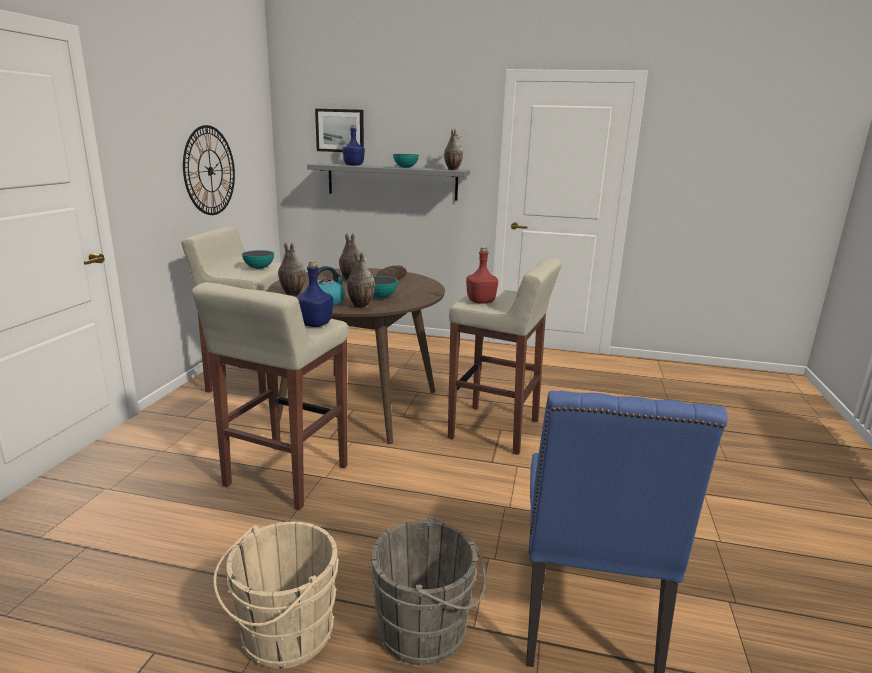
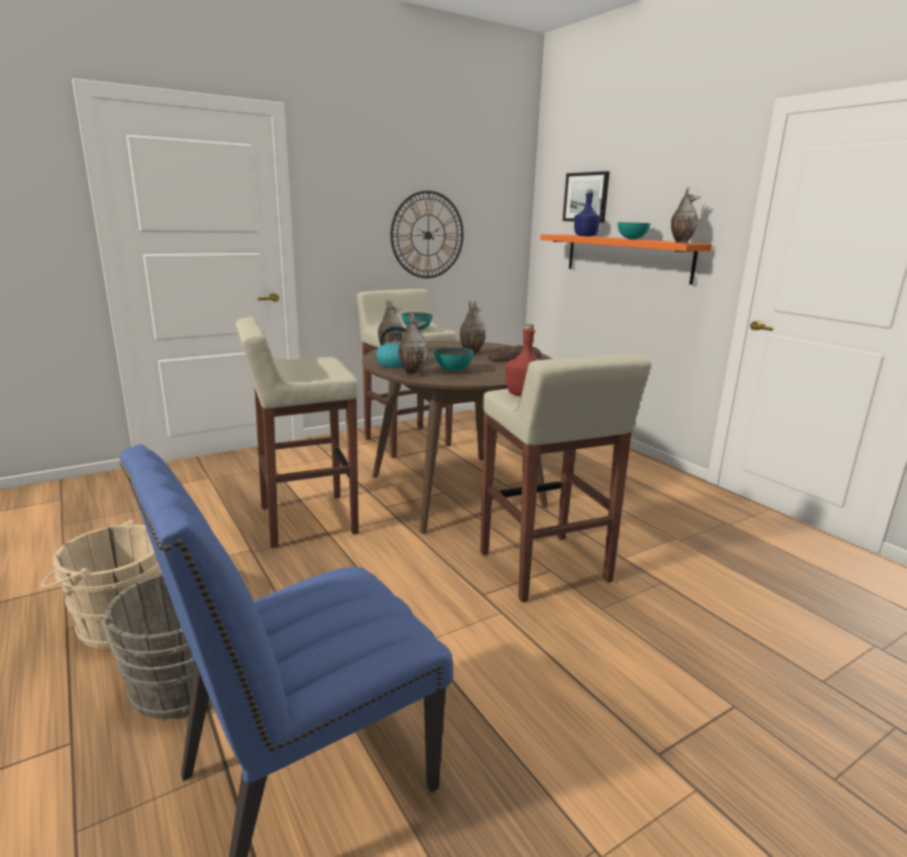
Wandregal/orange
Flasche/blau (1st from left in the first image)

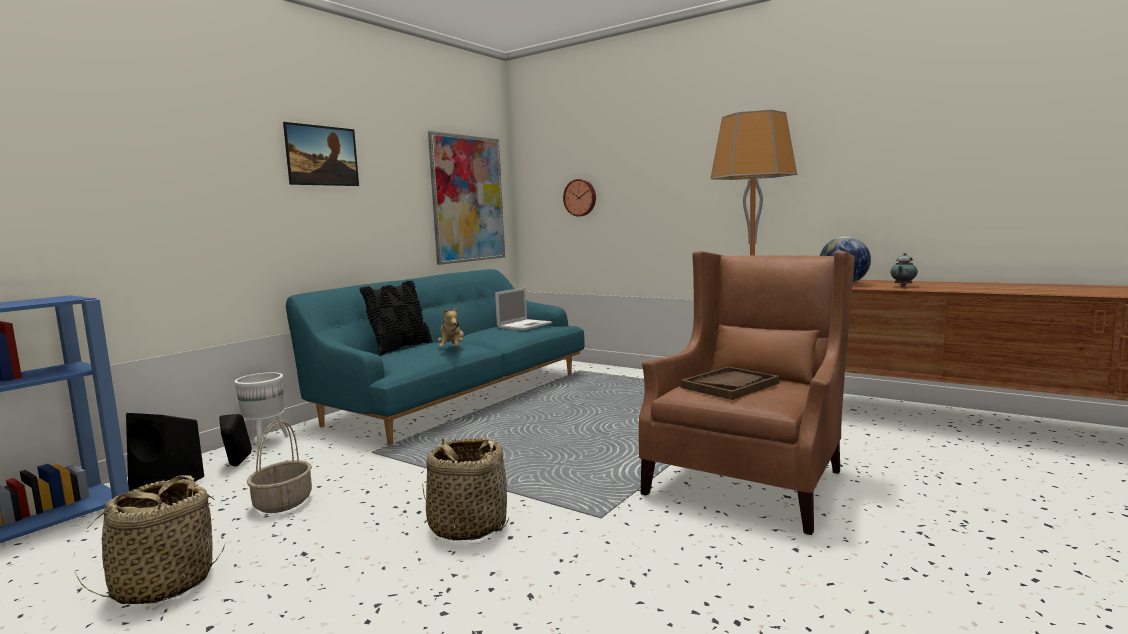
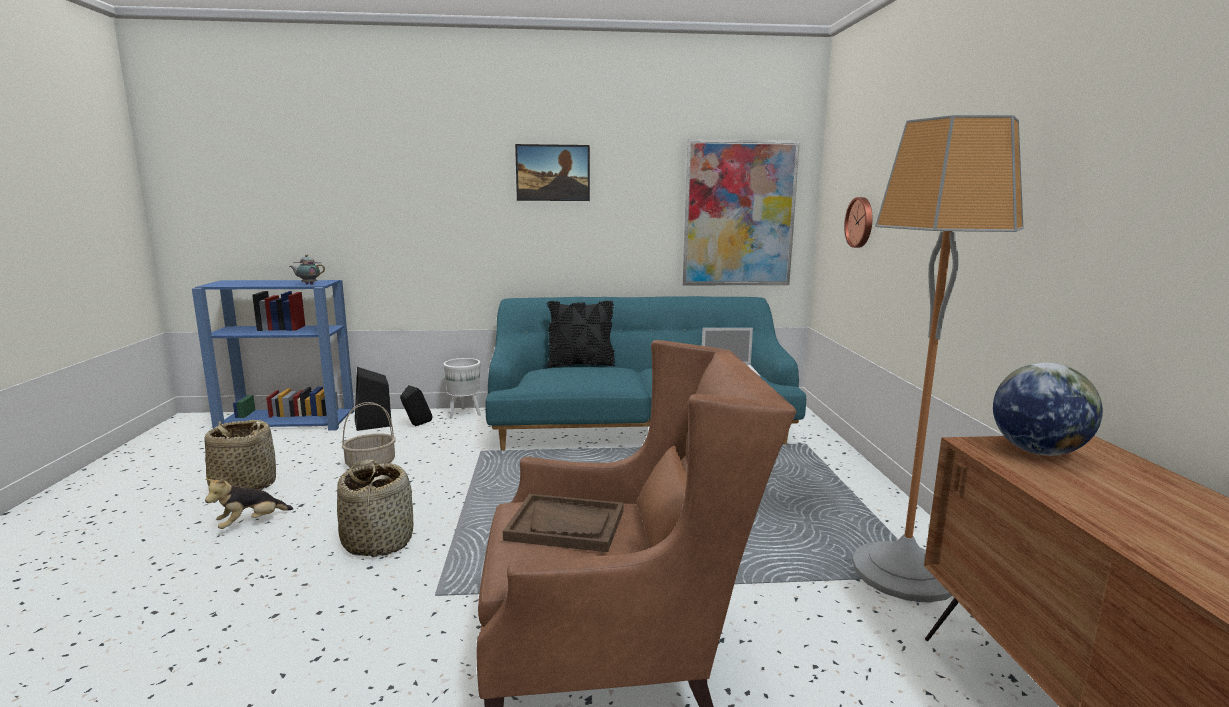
Plüschtier
Teekanne

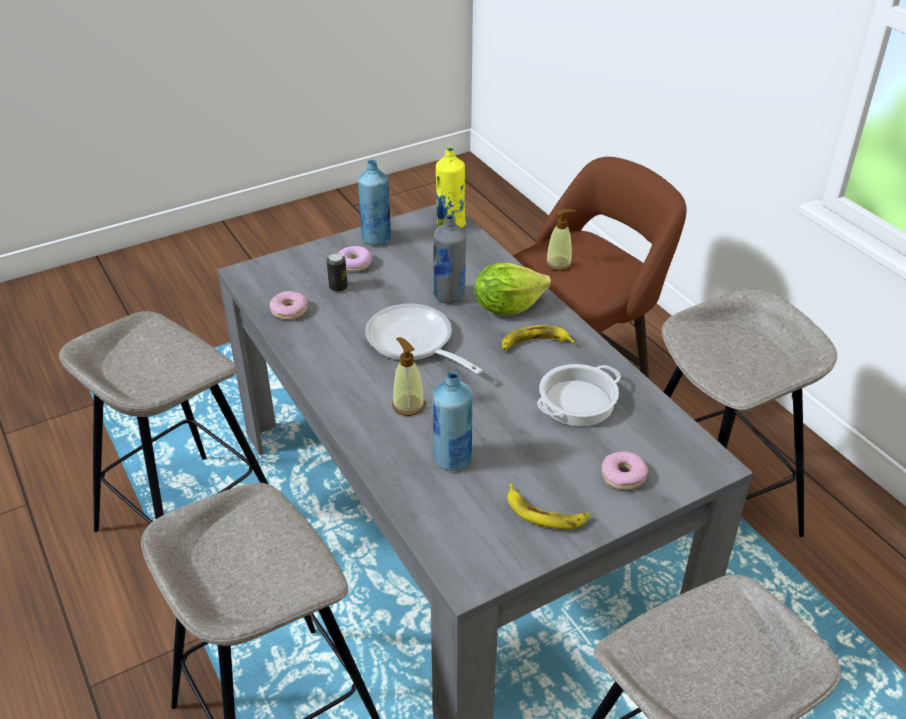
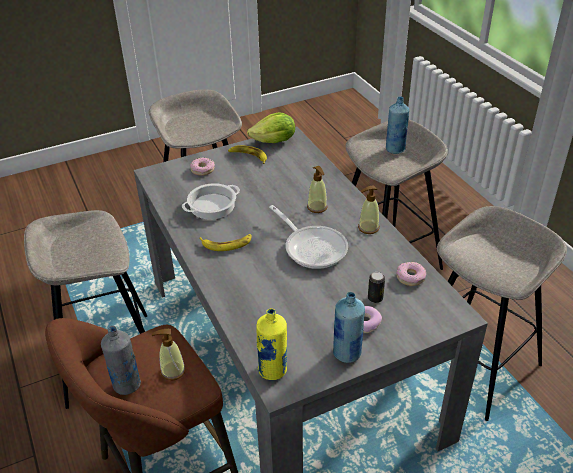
Flasche/grau
Salatkopf
Seifenspender (3rd from left)
Flasche/blau (2nd from left)

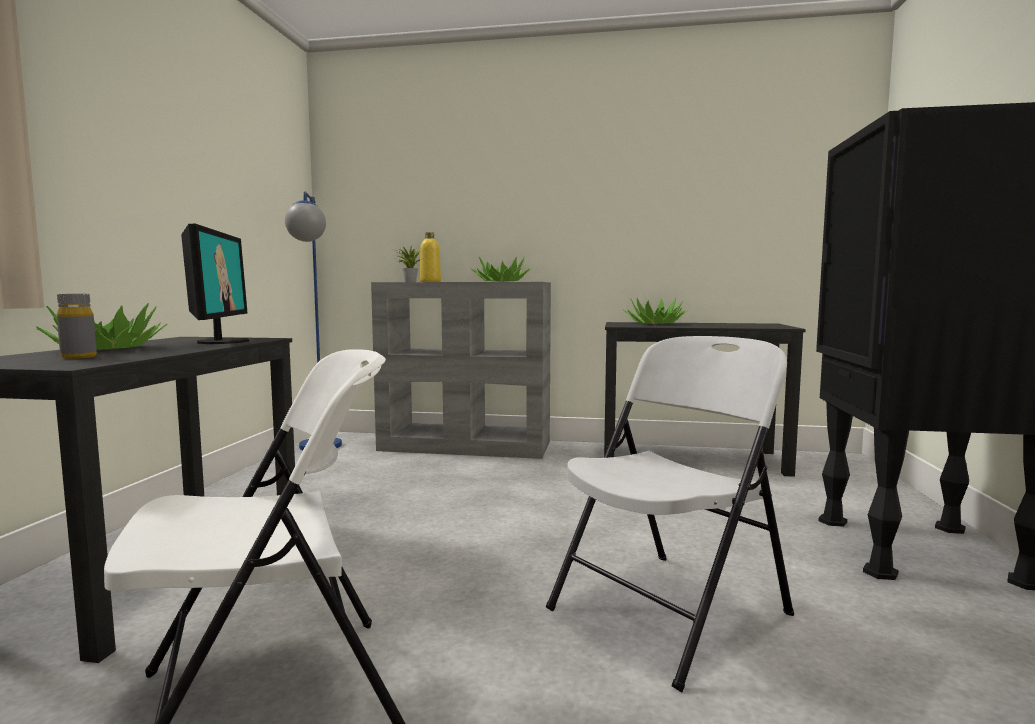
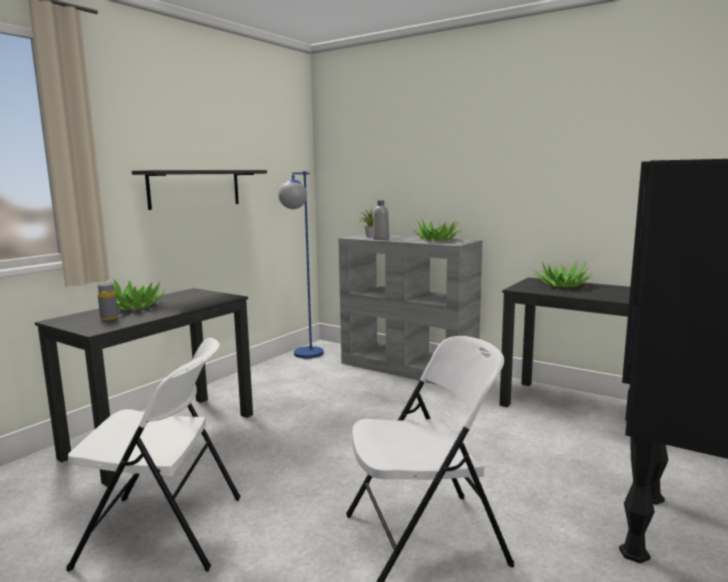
Wandregal
Flasche/grau (2nd from left)
Monitor

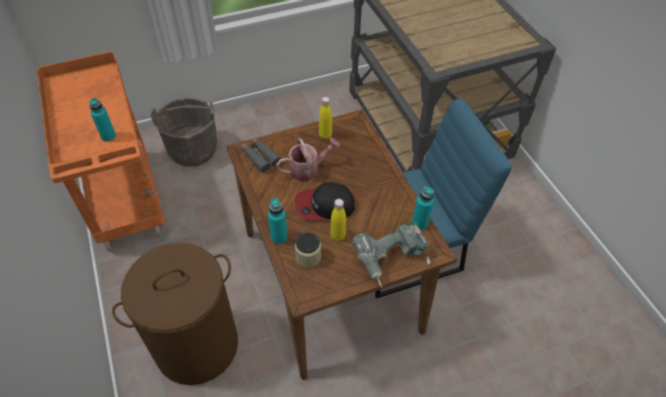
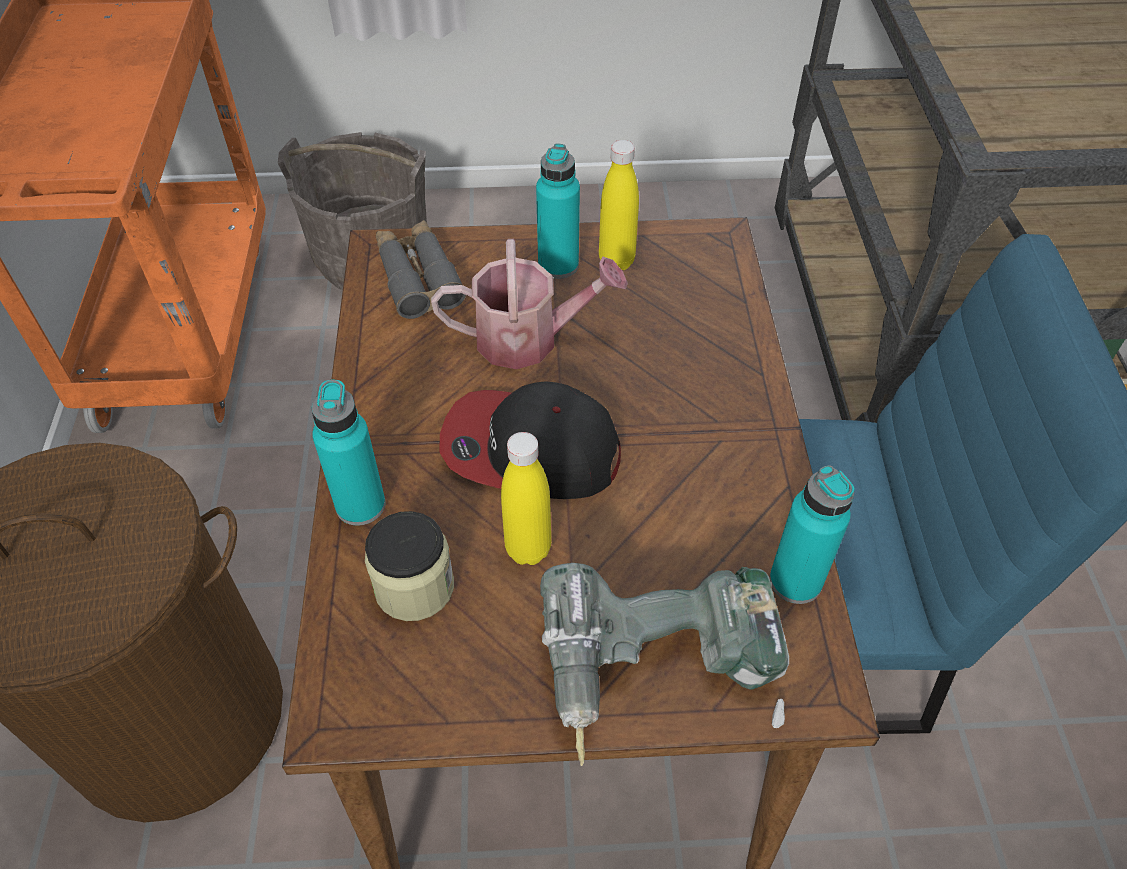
Flasche/türkis (2nd from left)

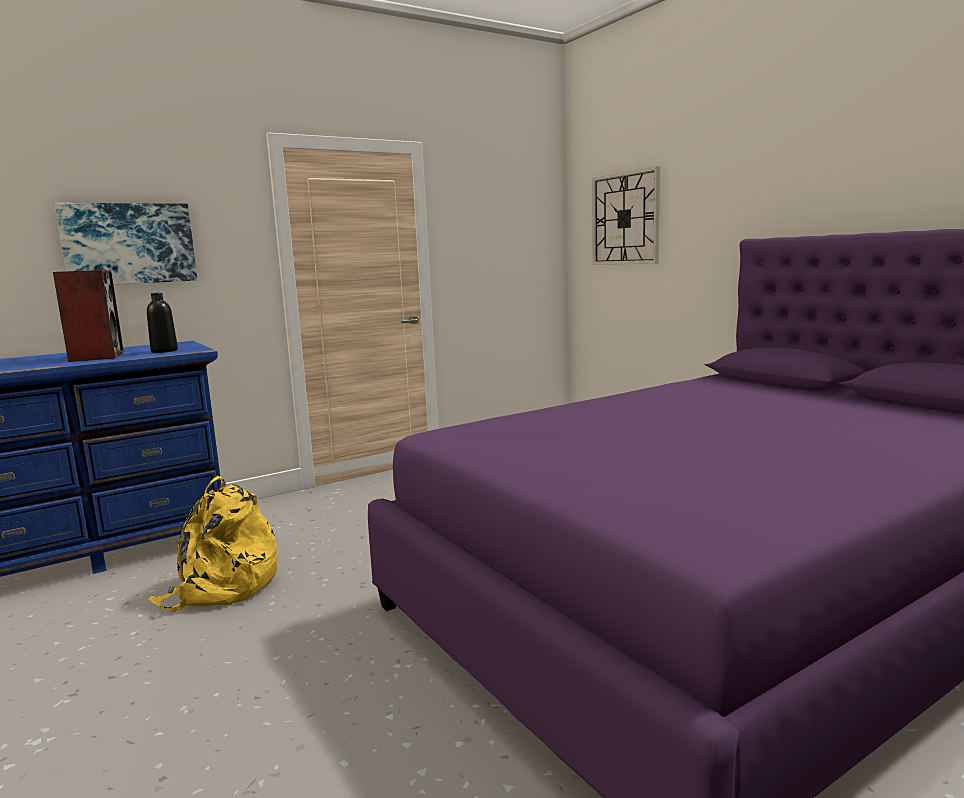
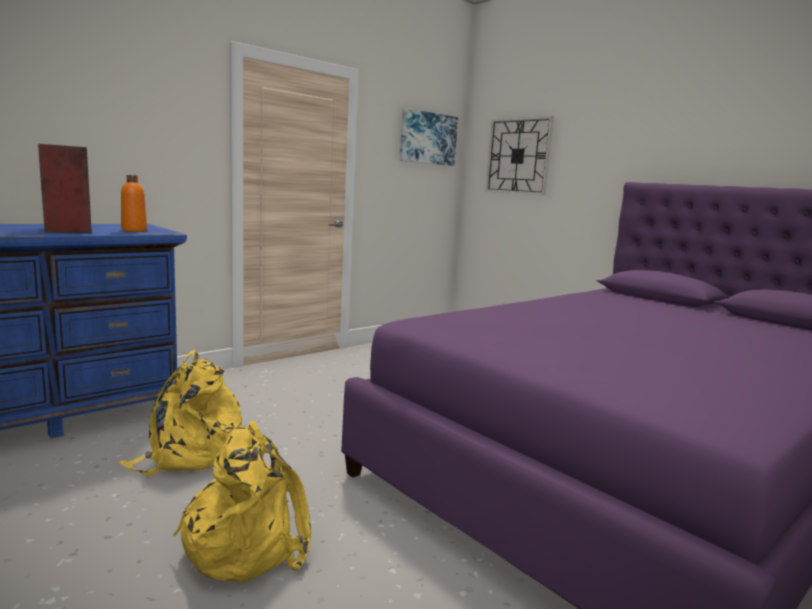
Flasche/orange
Rucksack/gelb (2nd from left)
Bild

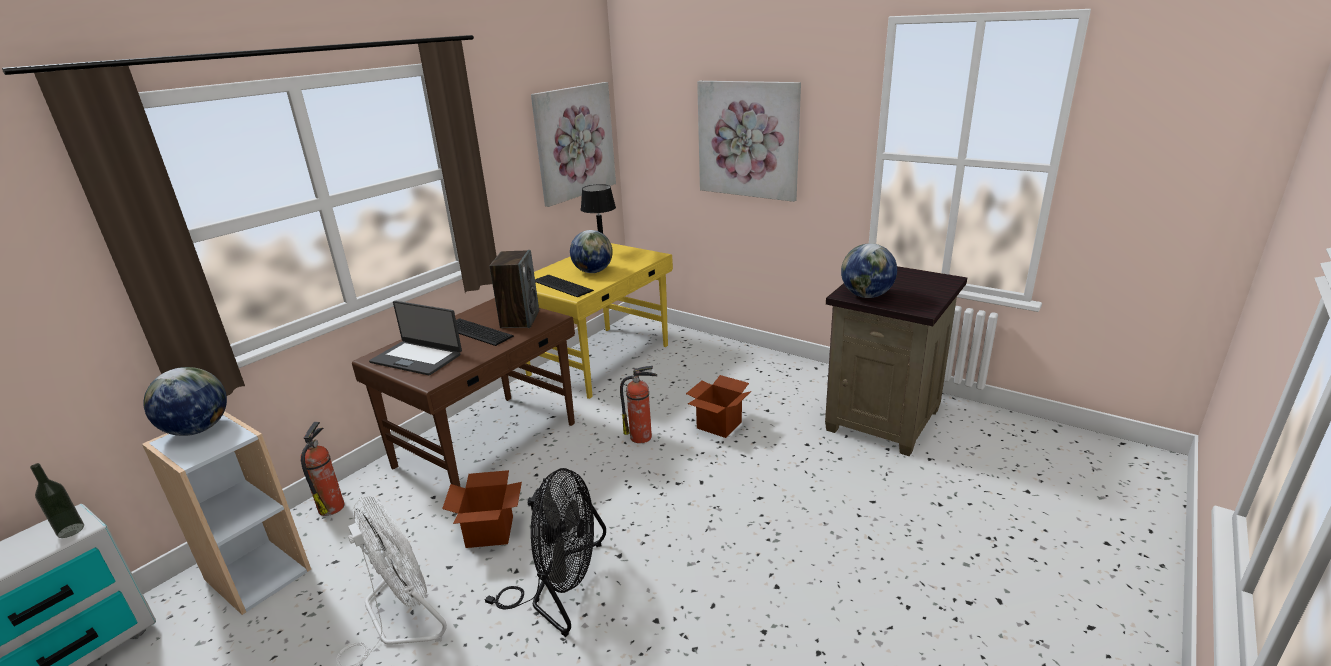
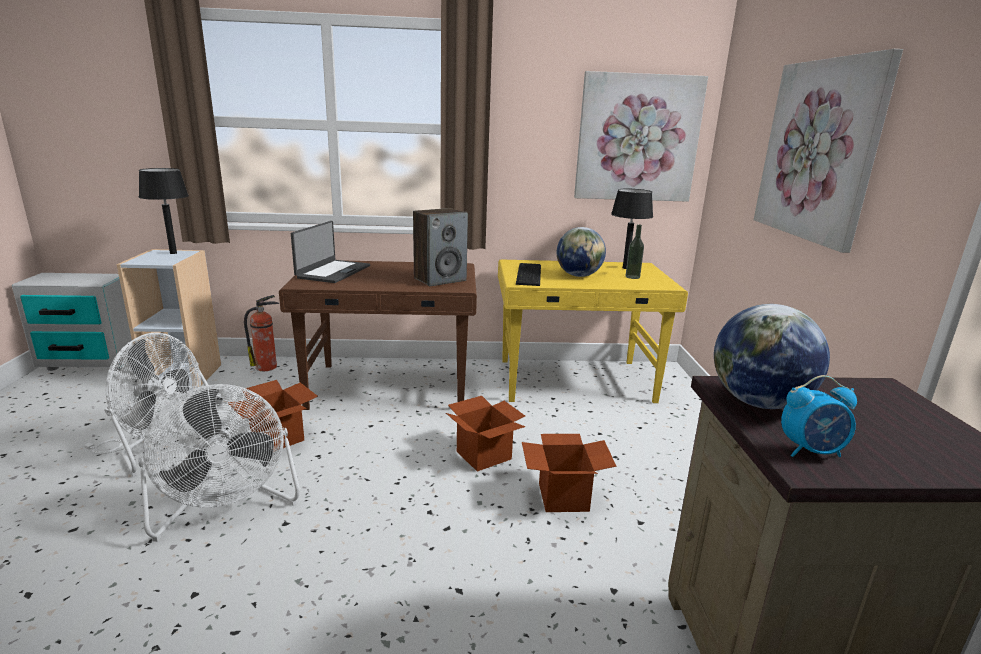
Ventilator/weiß (2nd from left)
Tischlampe/schwarz (1st from left)
Laptop
Karton (2nd from left)
Flasche
Wecker
Tastatur (1st from left in the first image)

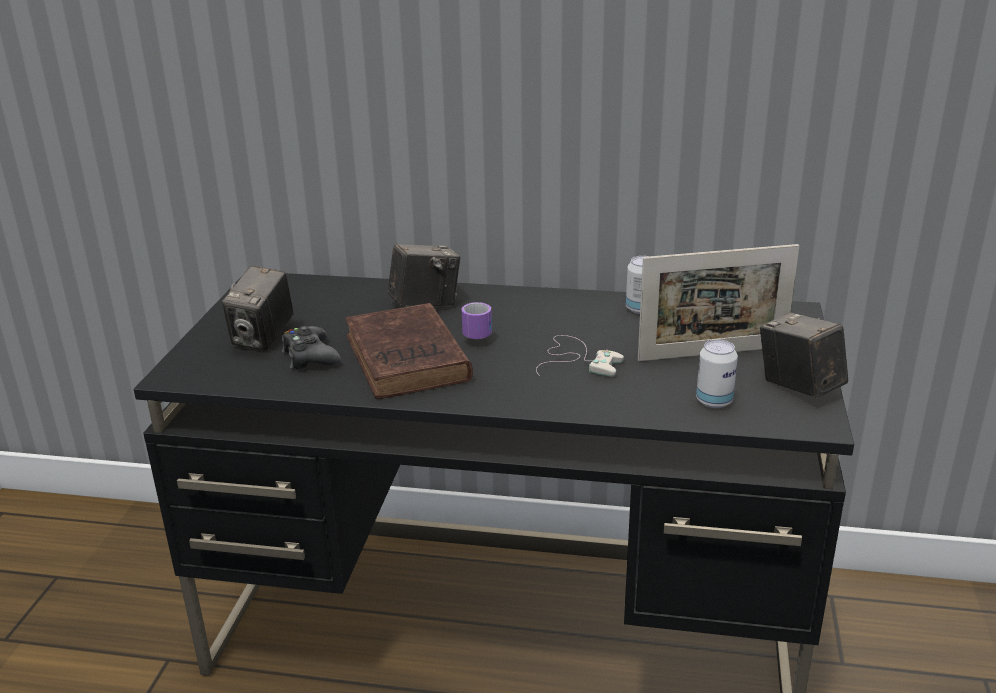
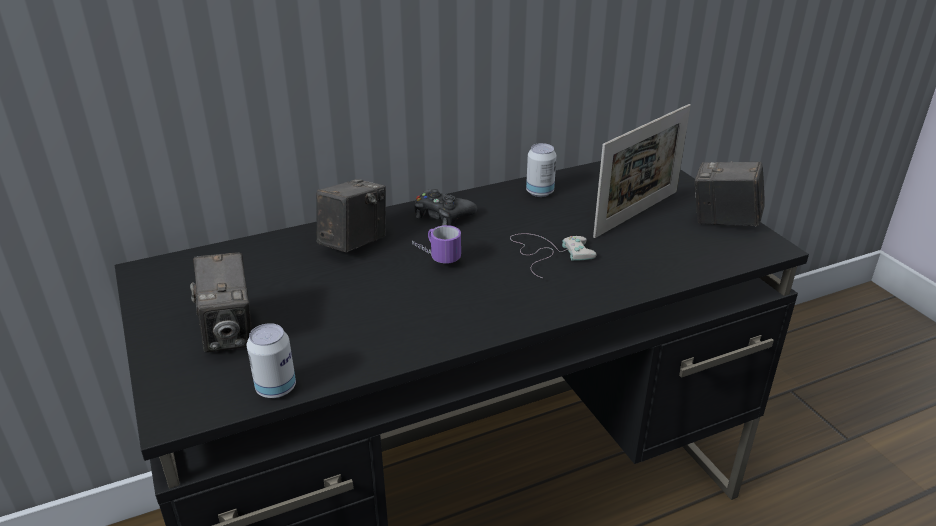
Dose (1st from left)
Gamepad/schwarz
Buch/braun

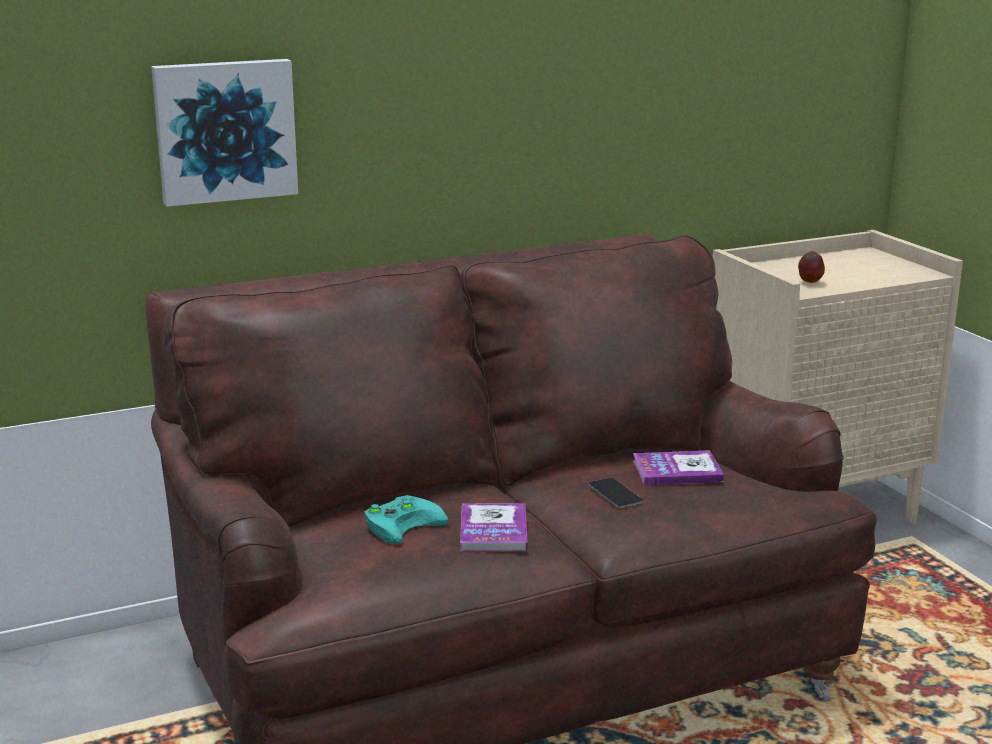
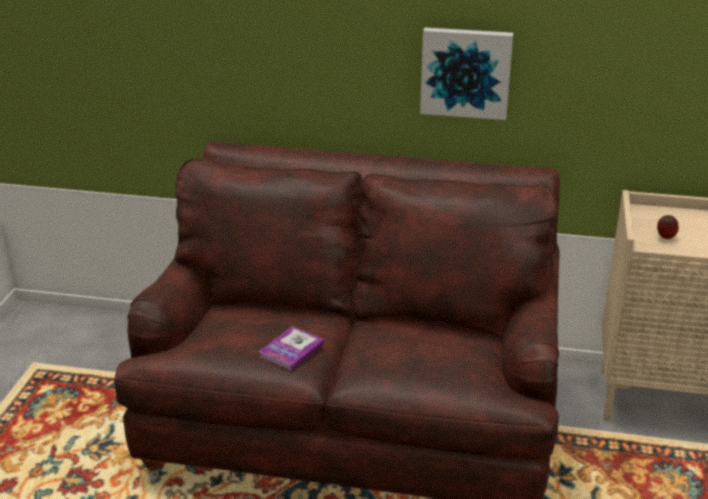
Bild
Gamepad/türkis
Handy
Buch (2nd from left in the first image)

